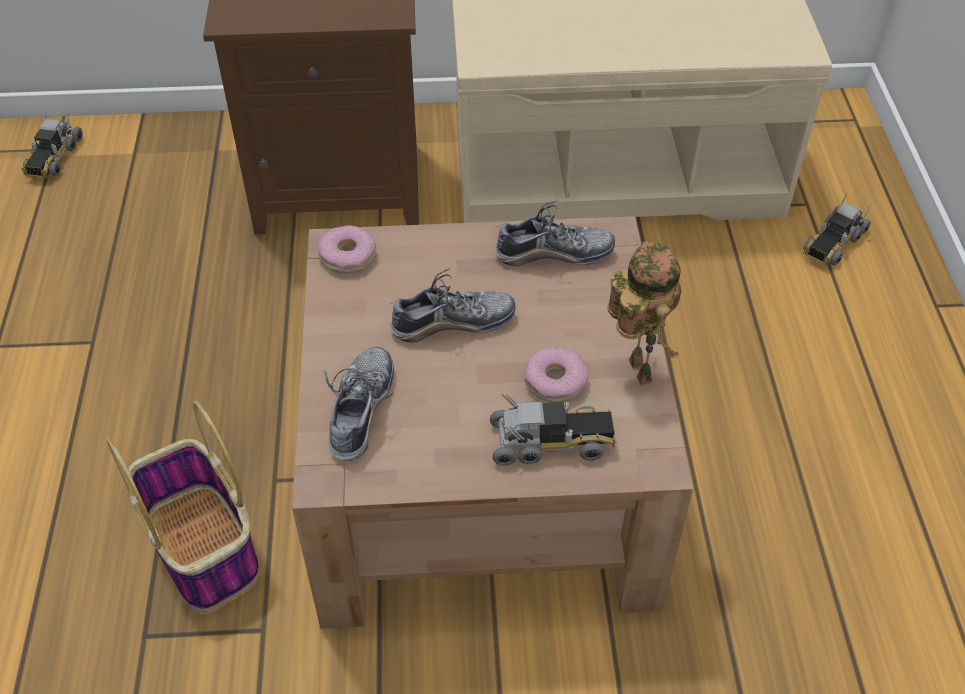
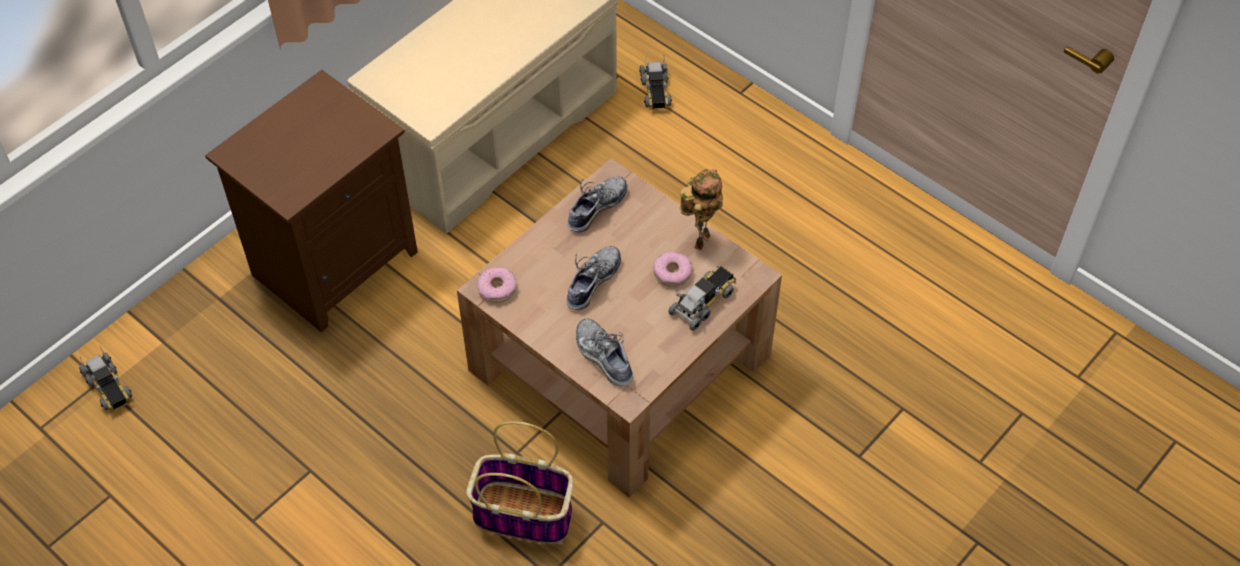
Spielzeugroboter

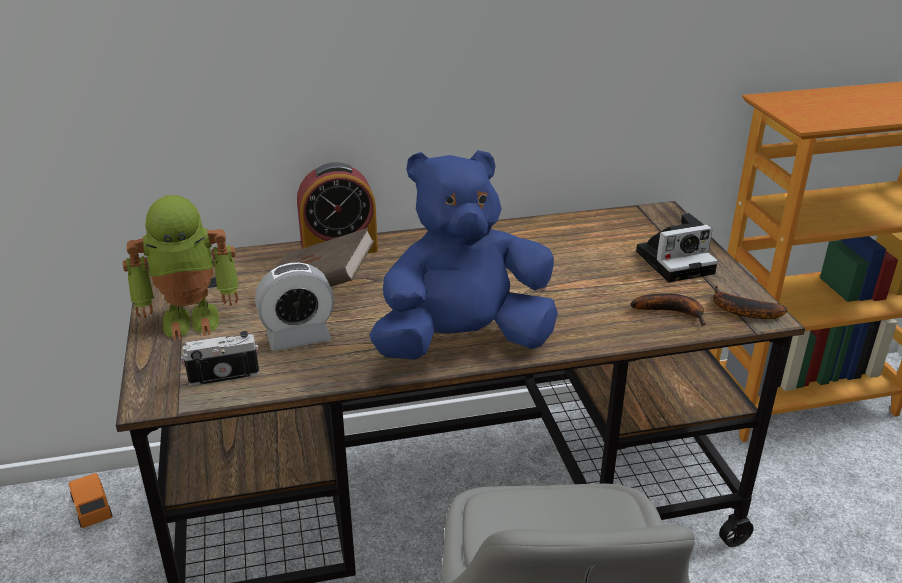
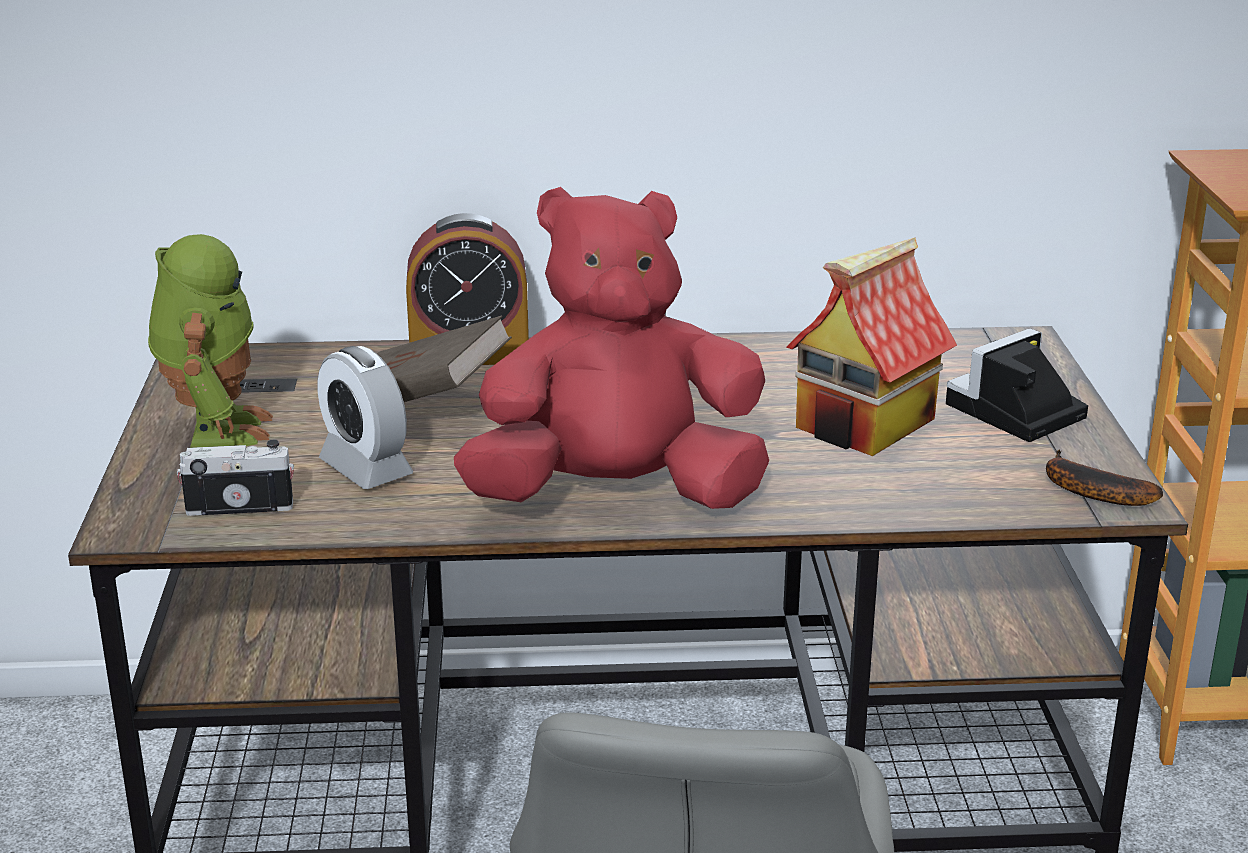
Spielzeugroboter
Wecker (1st from left)
Plüschtier/rot
Spielzeughaus
Kamera (2nd from left)
Spielzeugauto/orange
Banane (1st from left in the first image)

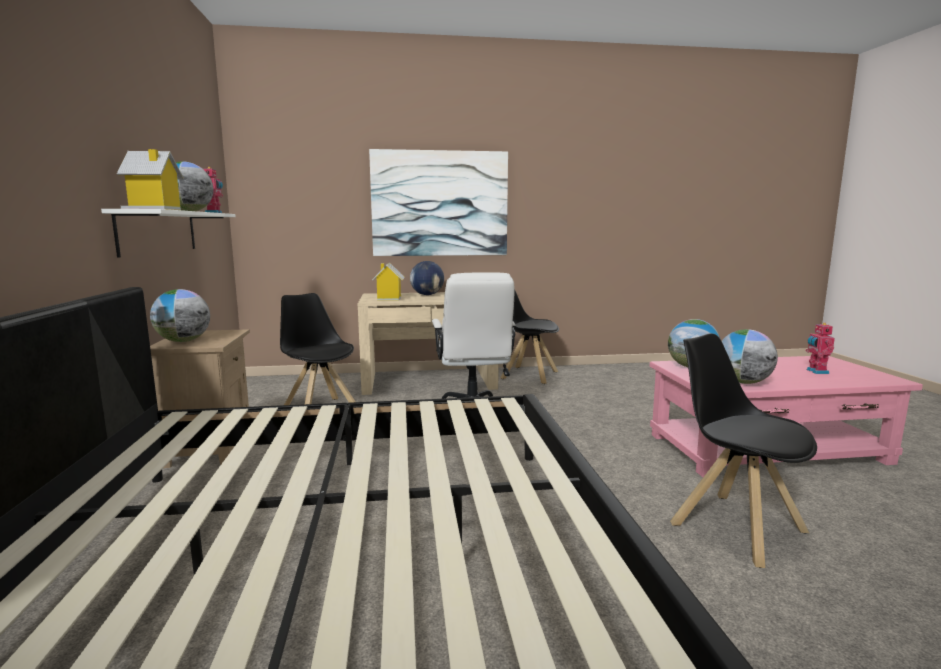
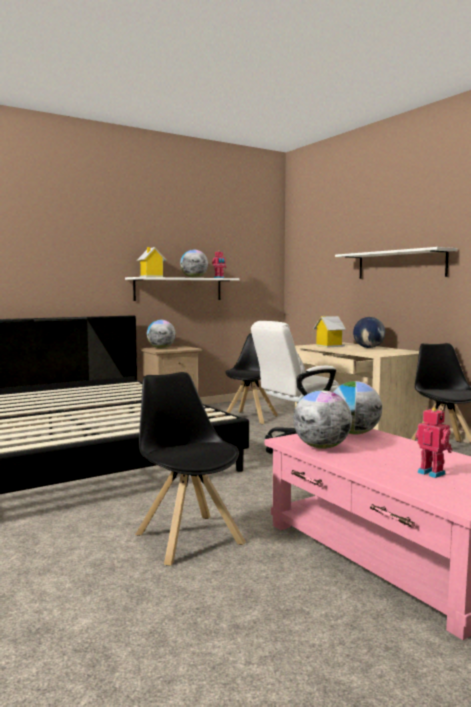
Stuhl/schwarz (1st from left)
Wandregal/weiß (2nd from left)
Spielzeugroboter (2nd from left)

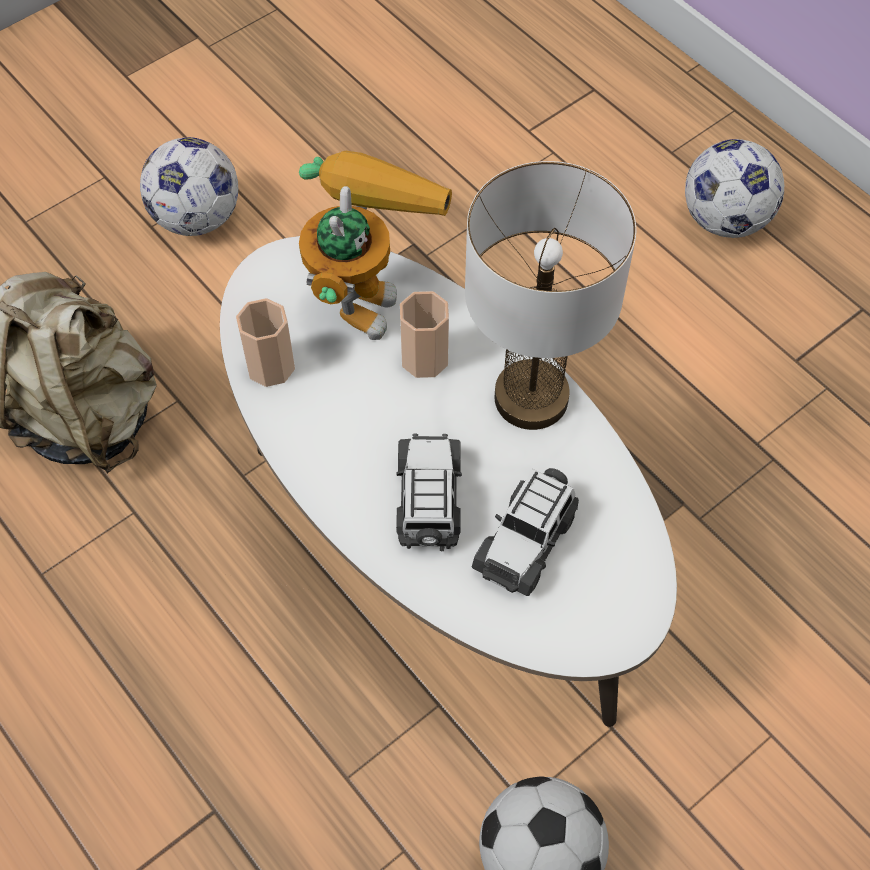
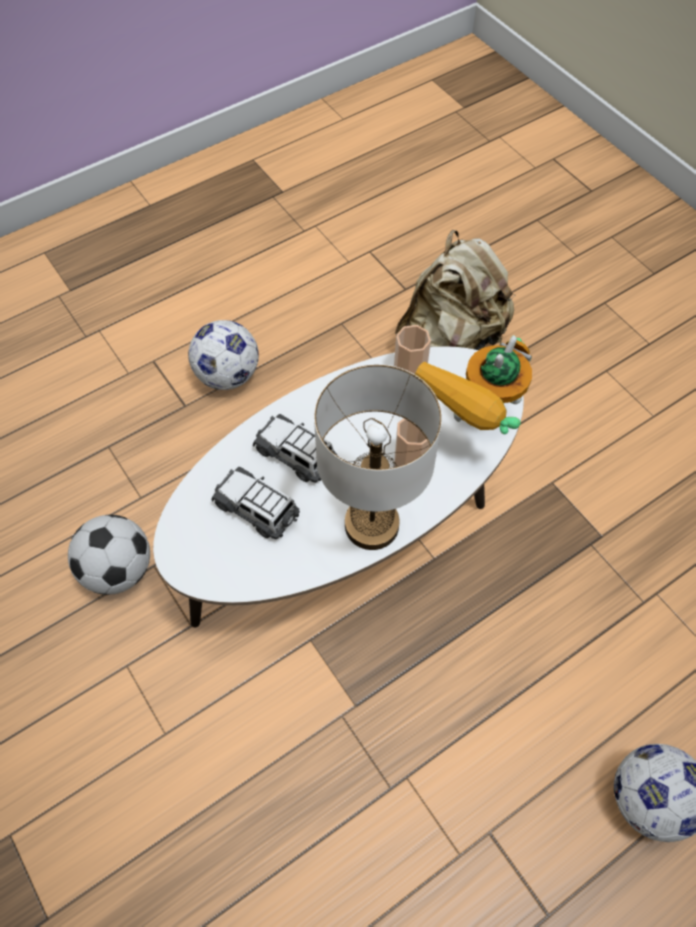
Fußball (2nd from left)
Spielzeugauto (2nd from left)
Spielzeugroboter

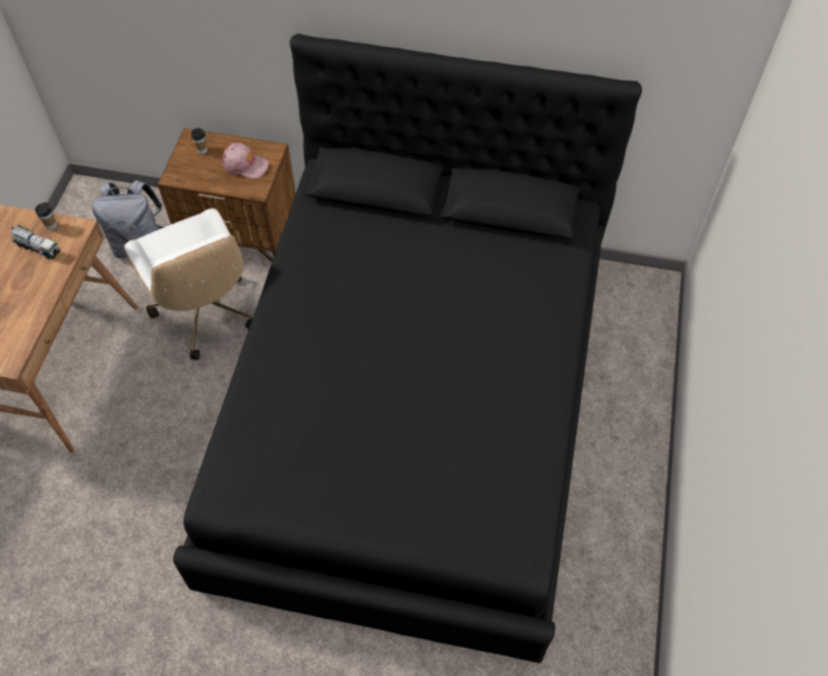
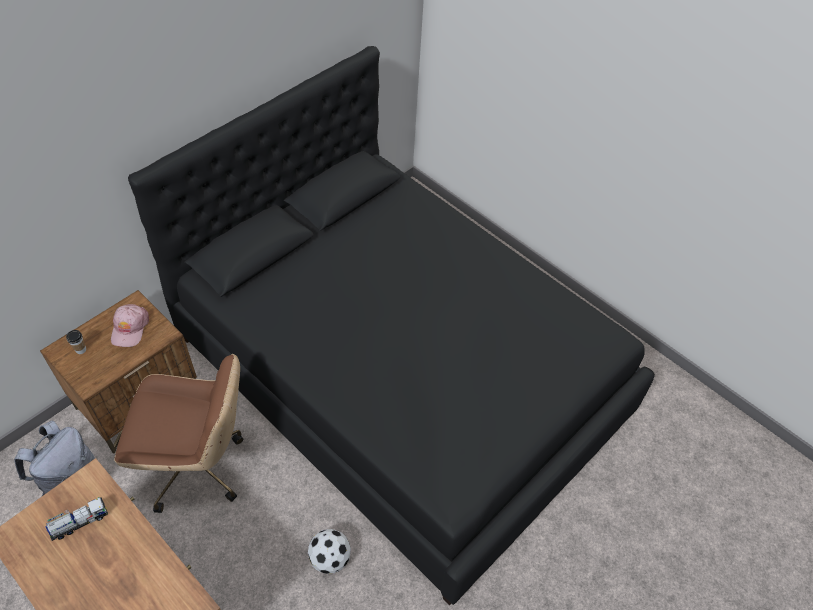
Kappe/rosa
Bürostuhl/braun
Fußball
Tasse (1st from left in the first image)

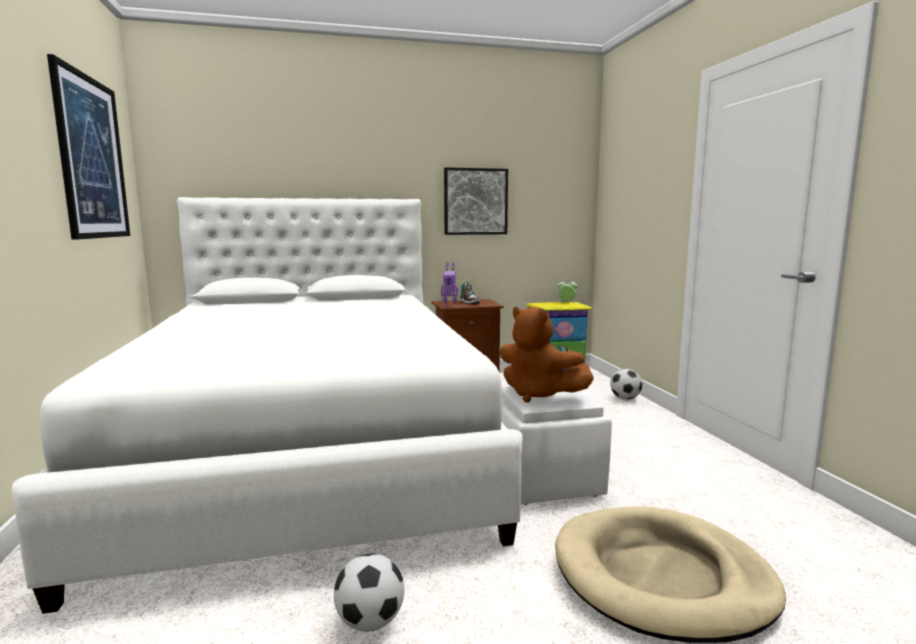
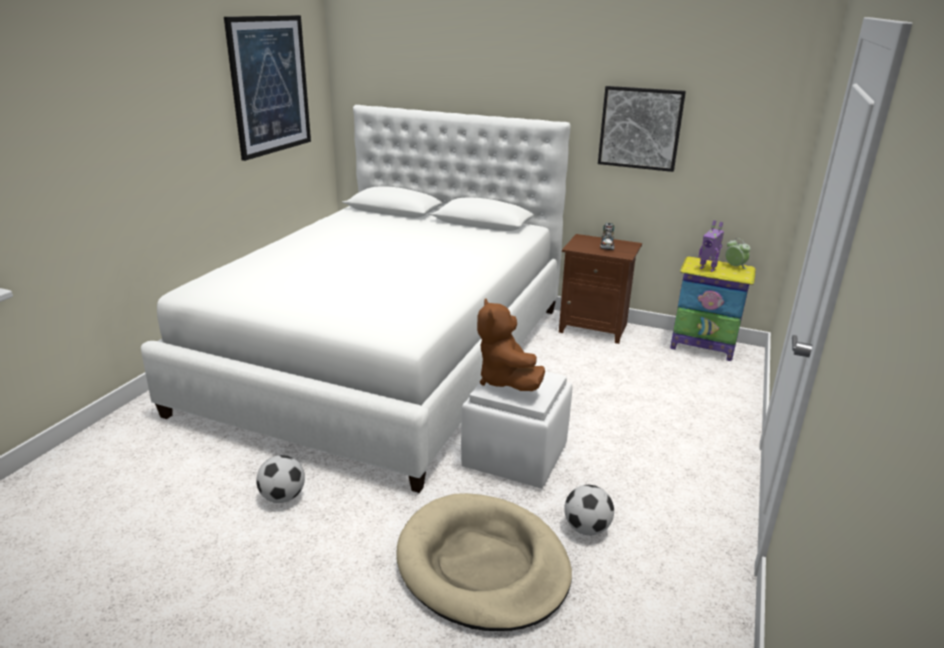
Fußball (2nd from left)
Spielzeugroboter

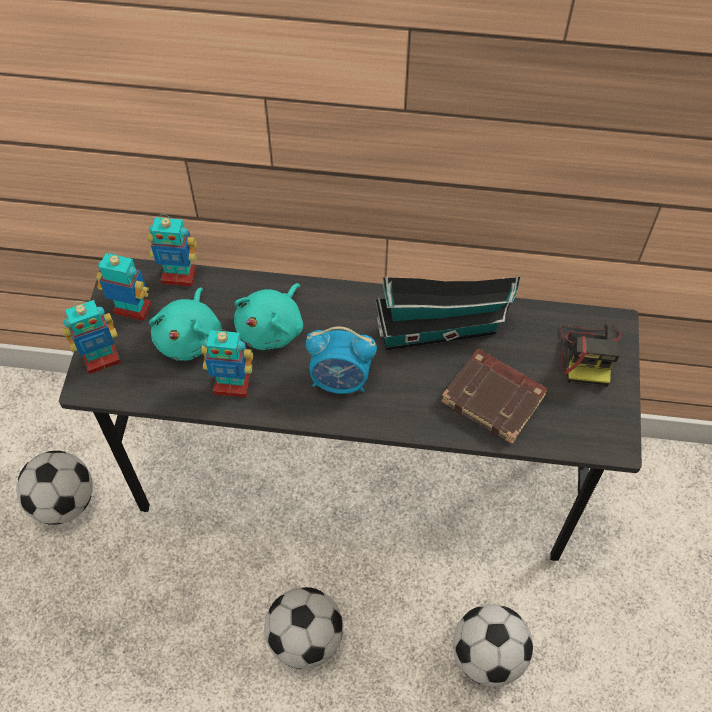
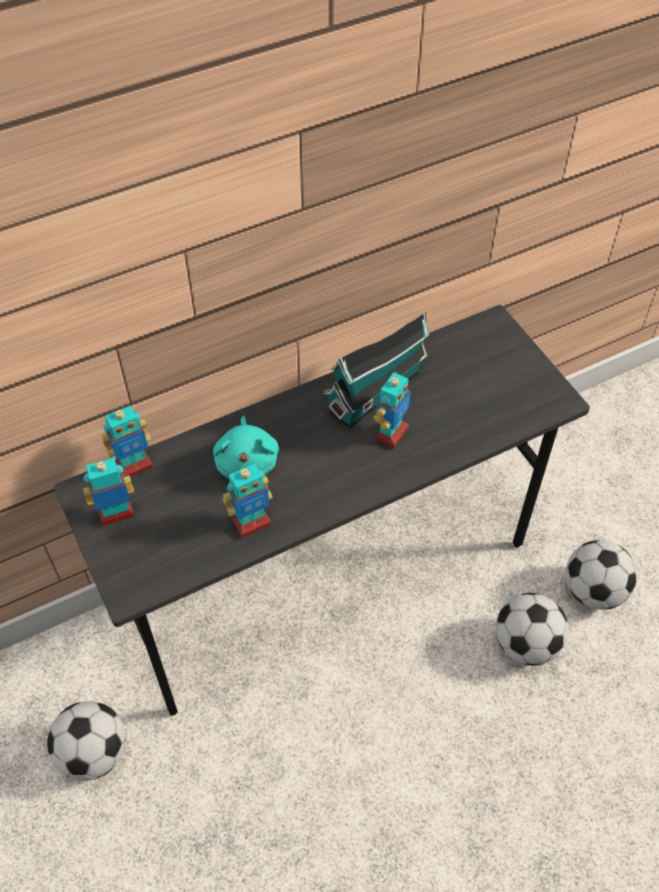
Spielzeugroboter (4th from left)
Fußball (3rd from left)
Plüschtier/türkis (1st from left in the first image)
Wecker
Buch/braun
Kamera

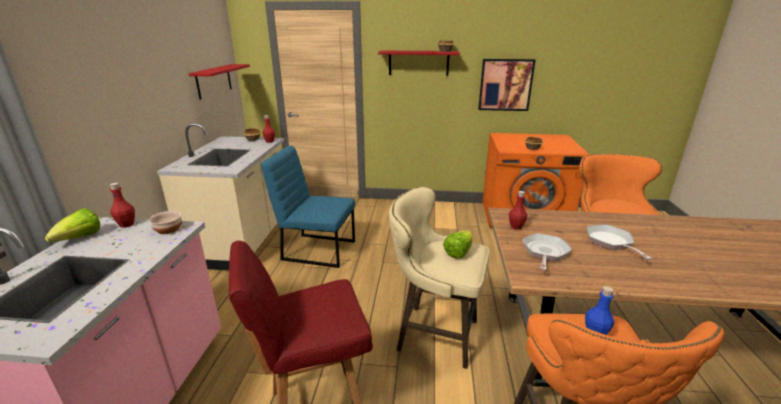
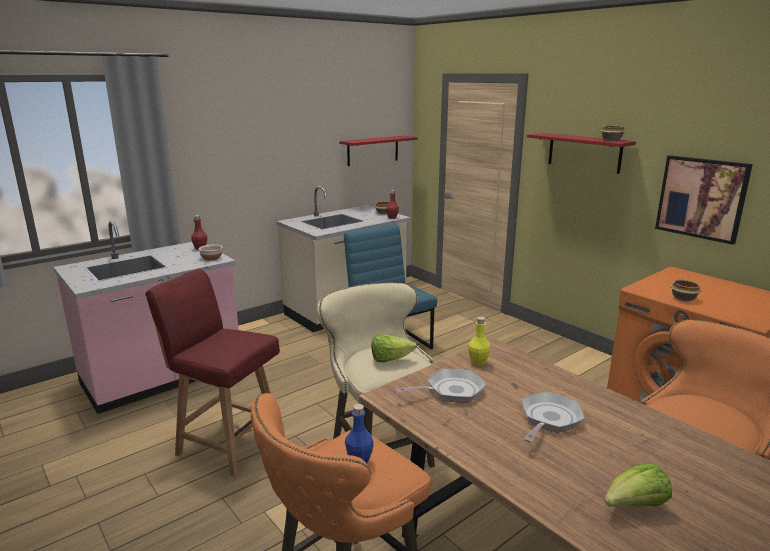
Flasche/gelb
Salatkopf (2nd from left)

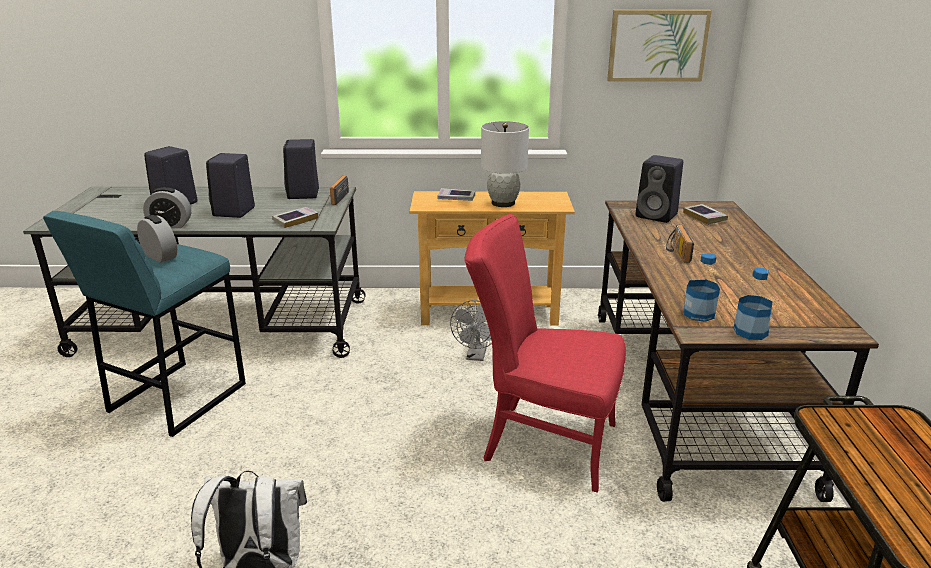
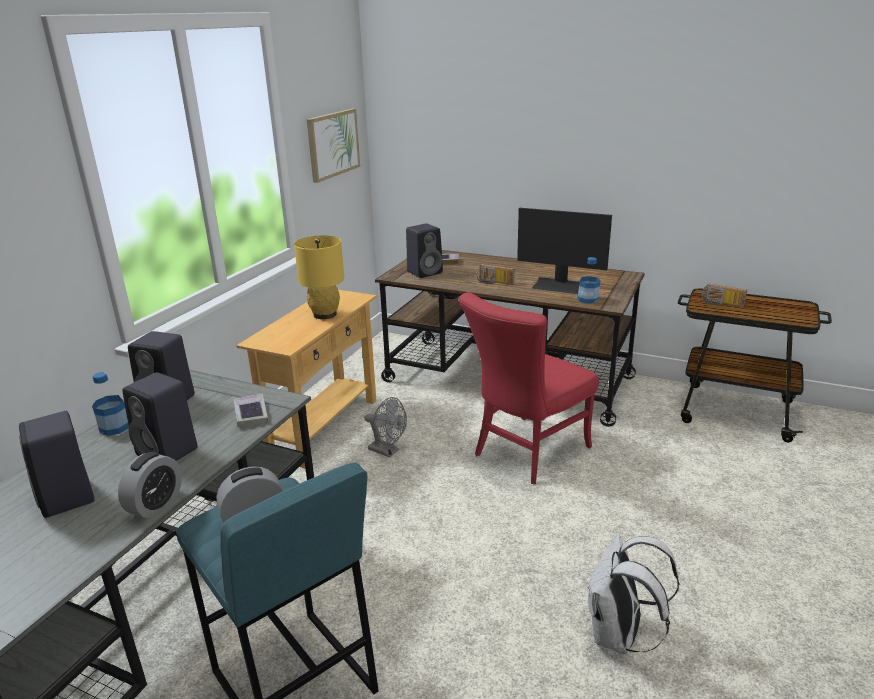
Flasche (1st from left)
Tischlampe/gelb
Monitor
Radio (2nd from left)
Buch (2nd from left in the first image)

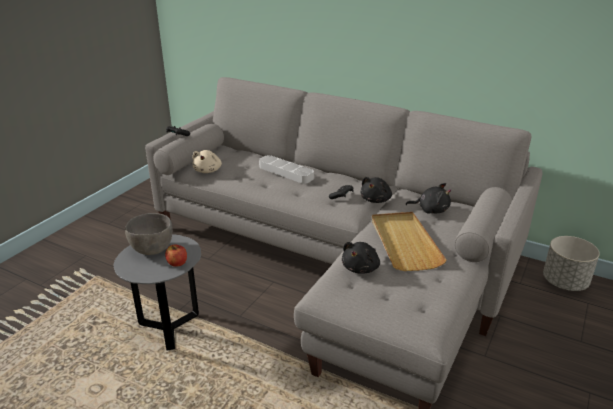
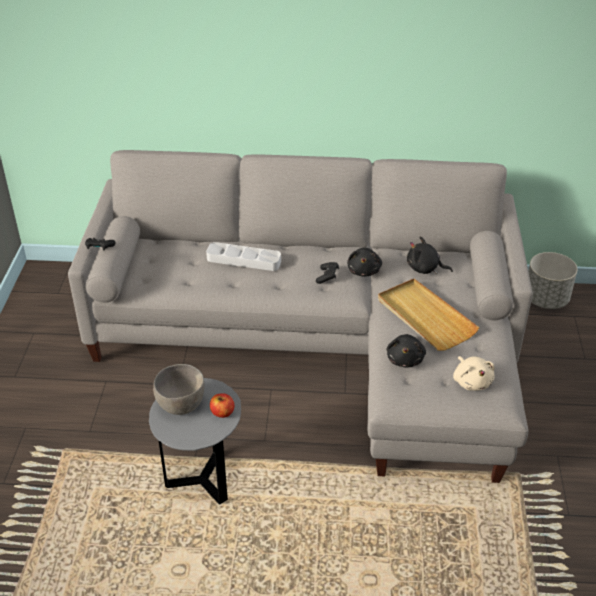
Plüschtier/schwarz (3rd from left)
Plüschtier/beige

